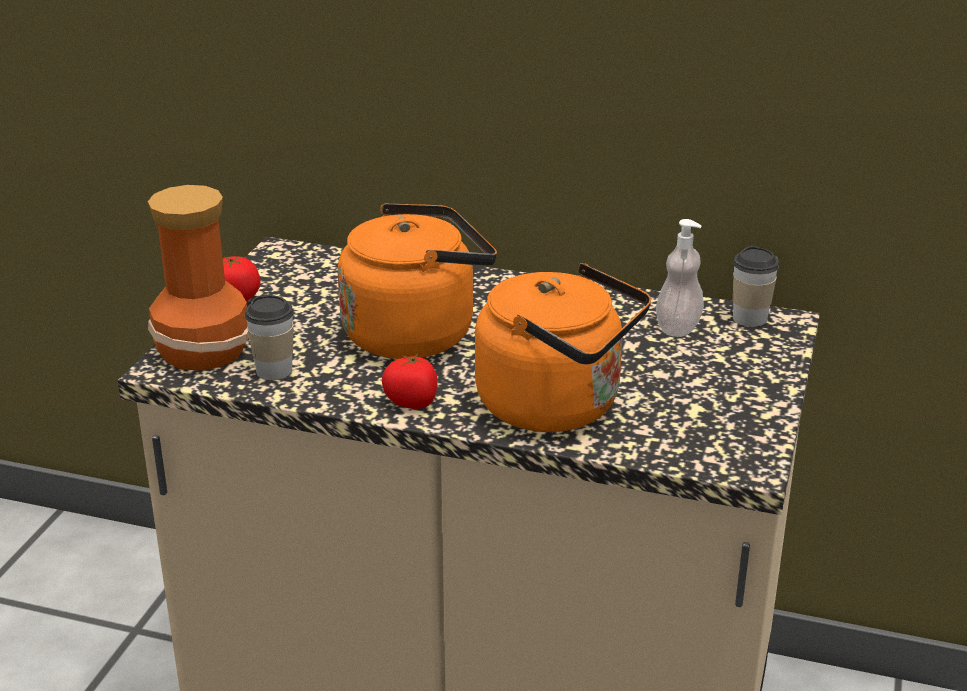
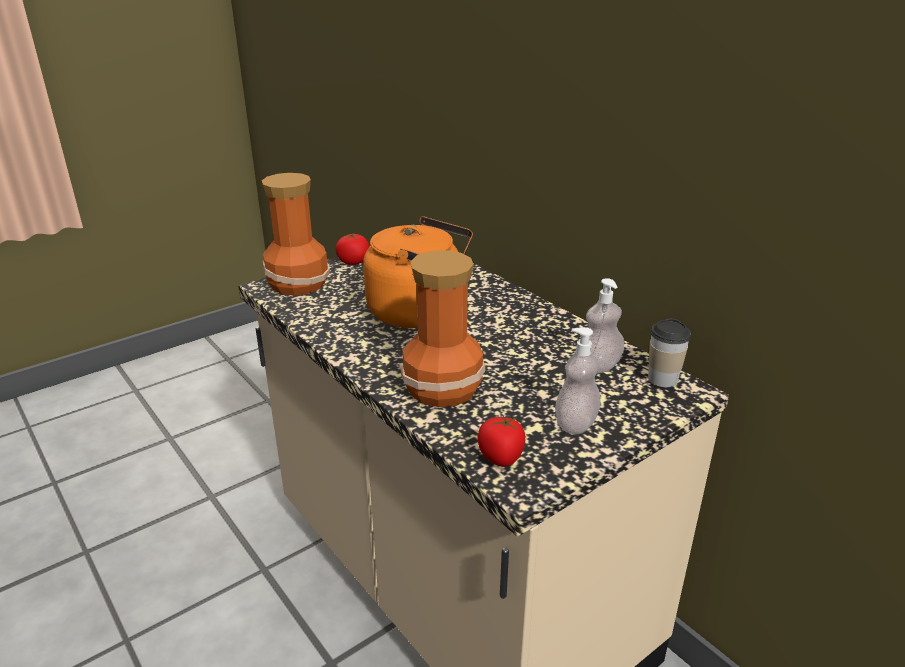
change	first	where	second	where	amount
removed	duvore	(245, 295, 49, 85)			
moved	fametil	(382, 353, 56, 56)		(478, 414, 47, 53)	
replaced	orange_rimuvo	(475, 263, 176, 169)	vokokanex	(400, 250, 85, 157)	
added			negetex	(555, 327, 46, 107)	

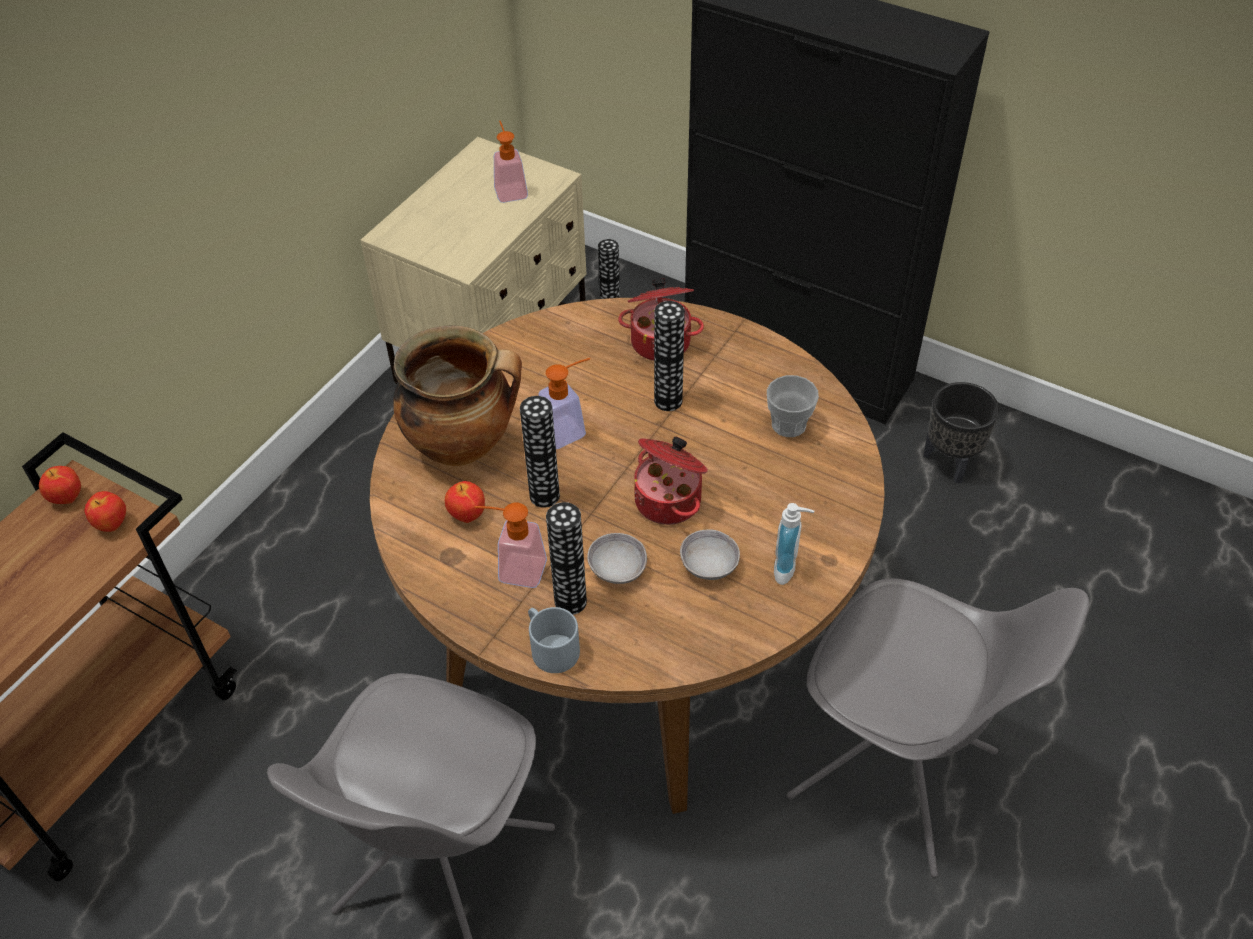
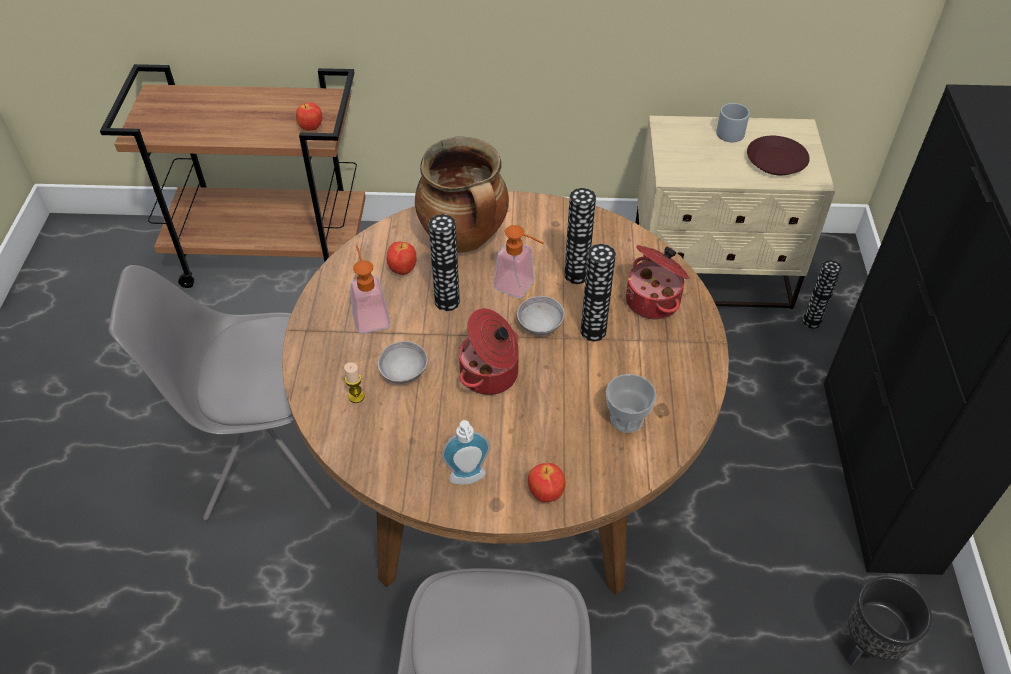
change	first	where	second	where	amount
moved	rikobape	(39, 466, 42, 38)		(528, 463, 38, 39)	
replaced	negetex	(494, 121, 34, 82)	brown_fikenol	(747, 136, 63, 39)	
moved	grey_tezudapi	(528, 607, 52, 66)		(716, 103, 34, 39)	
moved	vokokanex	(546, 502, 41, 113)		(564, 188, 32, 96)	
moved	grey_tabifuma	(680, 529, 60, 51)		(517, 296, 48, 39)	
added			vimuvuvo	(344, 362, 21, 41)	

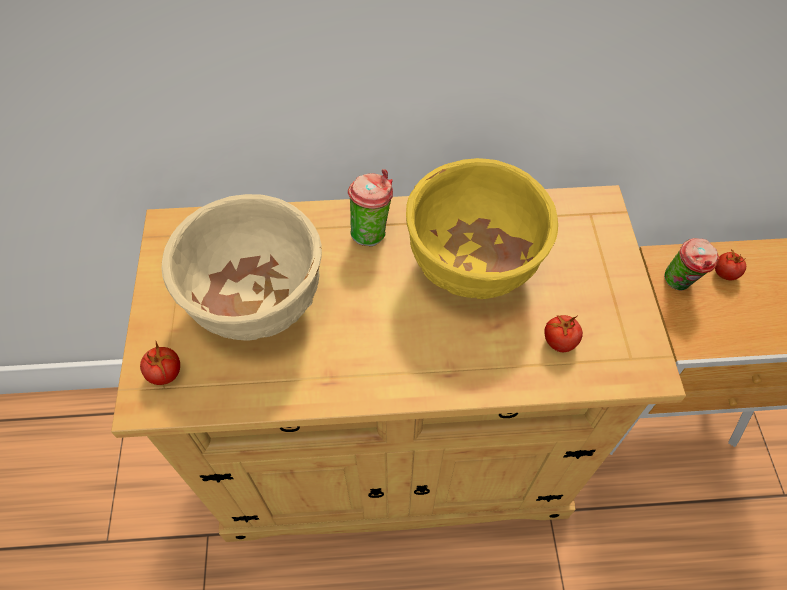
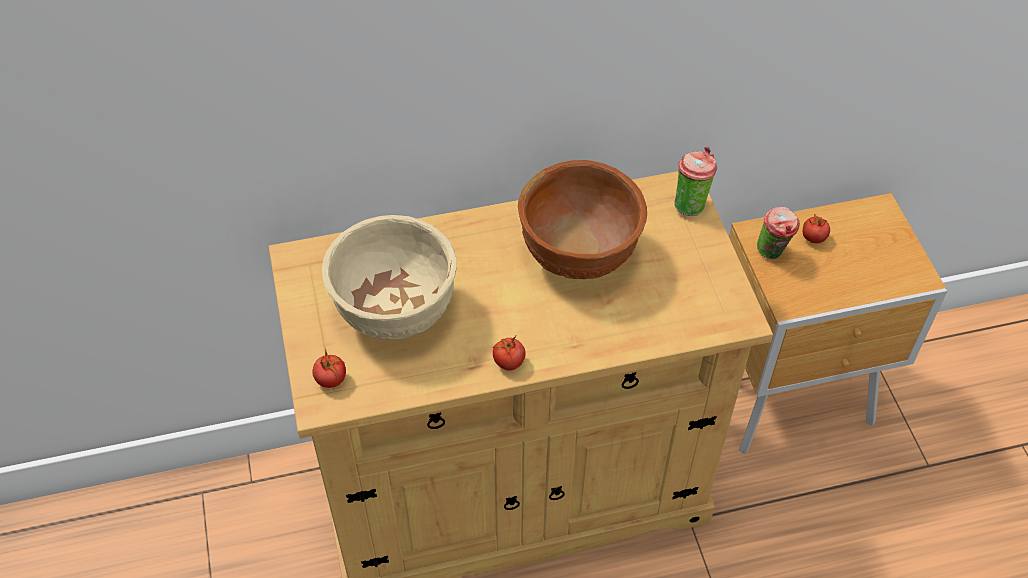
change	first	where	second	where	amount
moved	duvore	(348, 169, 45, 77)		(674, 147, 43, 69)	
recoloured	yellow_tabifuma	(406, 158, 152, 141)	brown_tabifuma	(518, 160, 129, 119)	
moved	fametil	(544, 315, 39, 37)		(493, 336, 33, 35)	

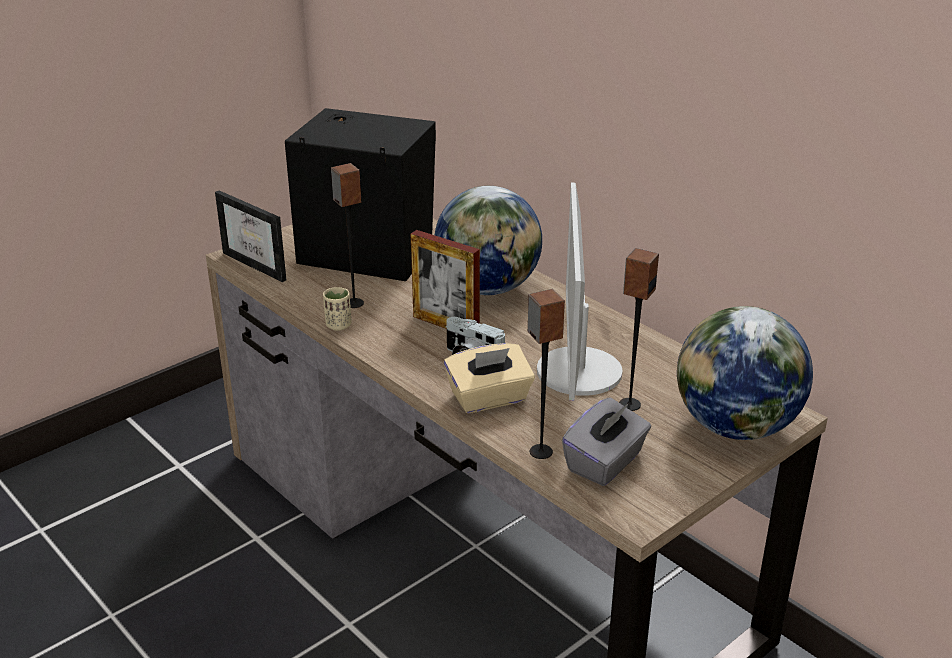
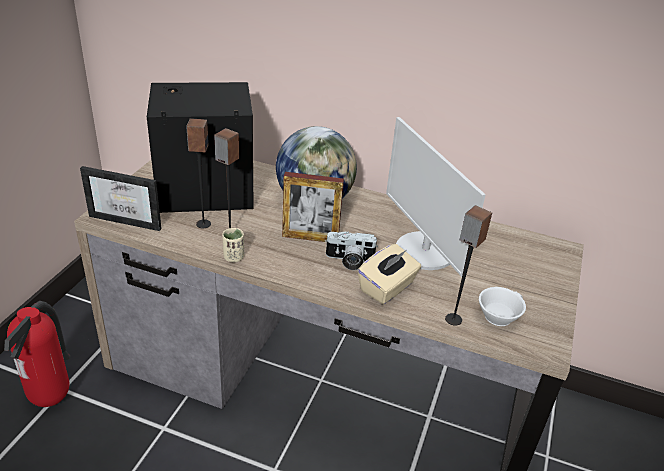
change	first	where	second	where	amount
replaced	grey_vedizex	(562, 397, 89, 89)	white_duvore	(479, 287, 47, 39)	
moved	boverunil	(619, 248, 40, 163)		(186, 118, 25, 110)	
removed	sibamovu	(677, 306, 136, 134)			
added			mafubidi	(4, 301, 66, 106)	

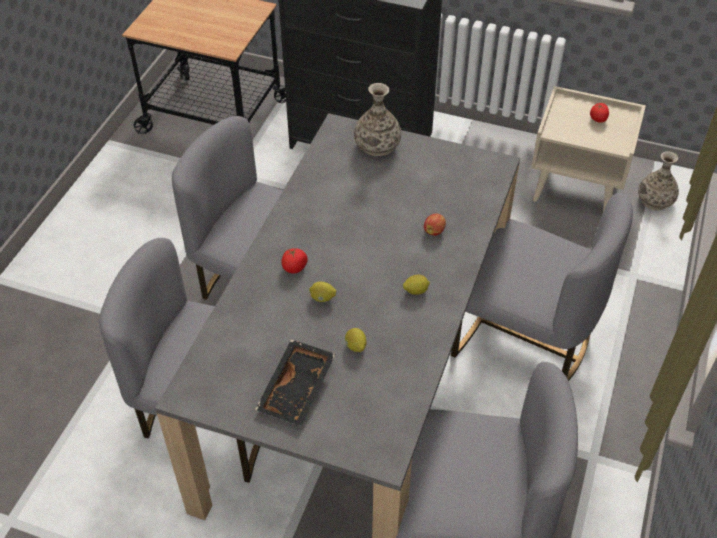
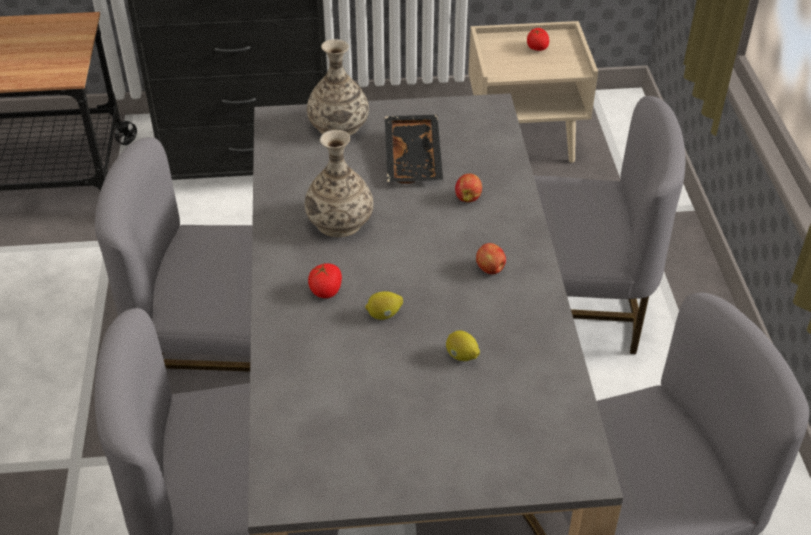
change	first	where	second	where	amount
moved	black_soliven	(255, 339, 80, 87)		(385, 115, 58, 69)	
replaced	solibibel	(403, 275, 27, 20)	rikobape	(476, 243, 30, 32)	
moved	vokokanex	(638, 151, 41, 59)		(305, 130, 68, 107)	

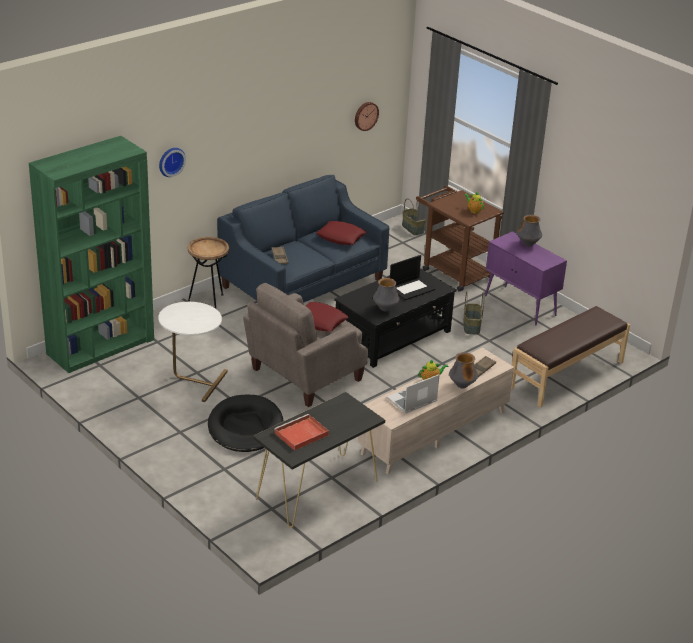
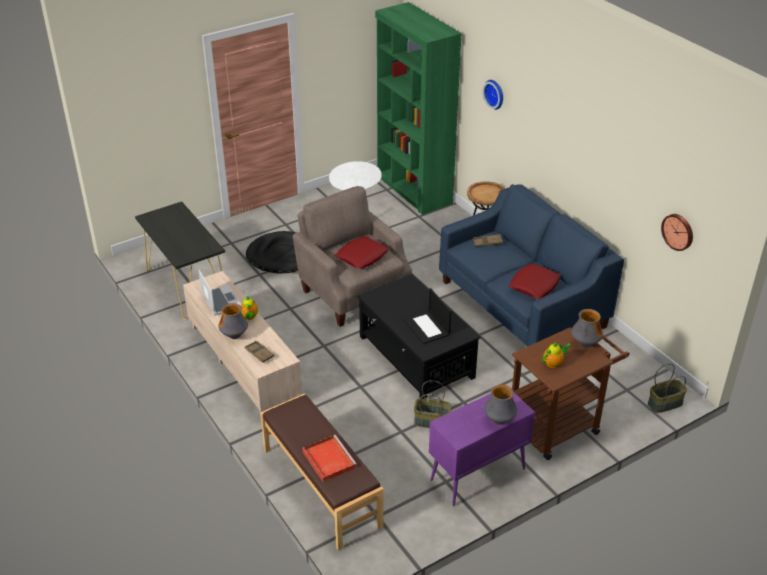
change	first	where	second	where	amount
moved	red_soliven	(274, 414, 55, 37)		(303, 435, 54, 47)	
moved	vokokanex	(373, 278, 26, 34)		(571, 309, 32, 38)	

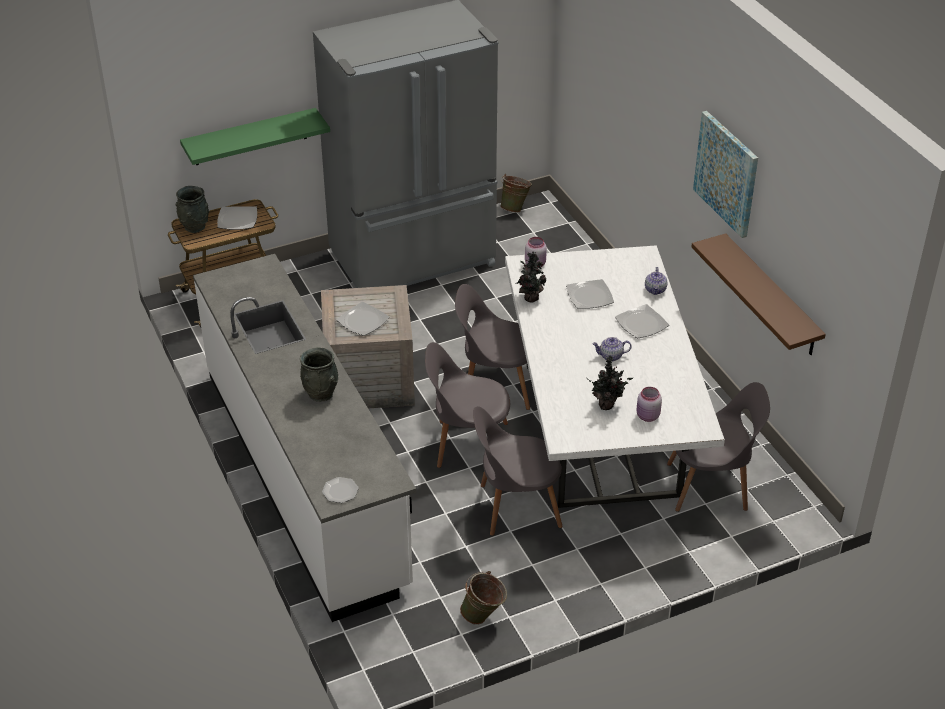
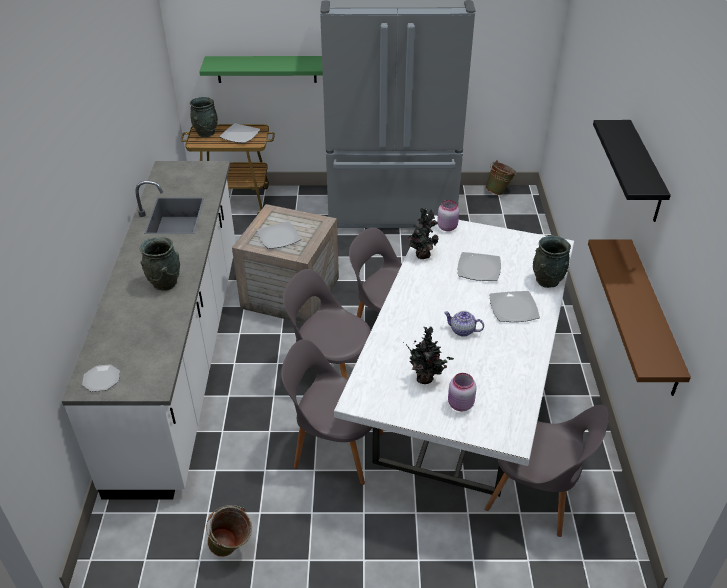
change	first	where	second	where	amount
replaced	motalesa	(645, 267, 22, 28)	grey_vokokanex	(533, 236, 38, 52)	
replaced	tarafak	(693, 111, 65, 127)	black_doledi	(593, 120, 78, 102)	

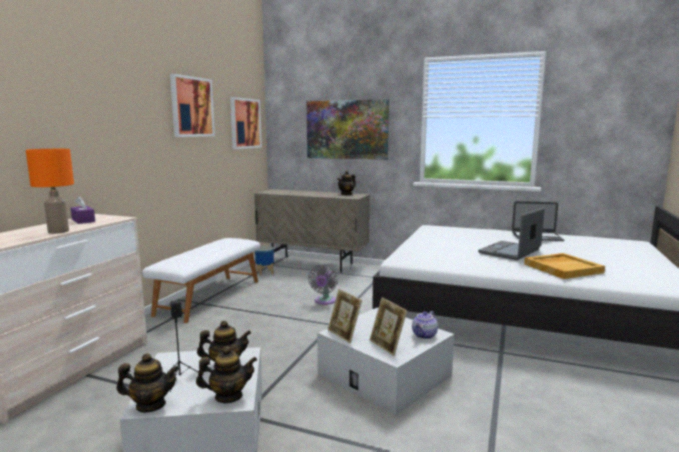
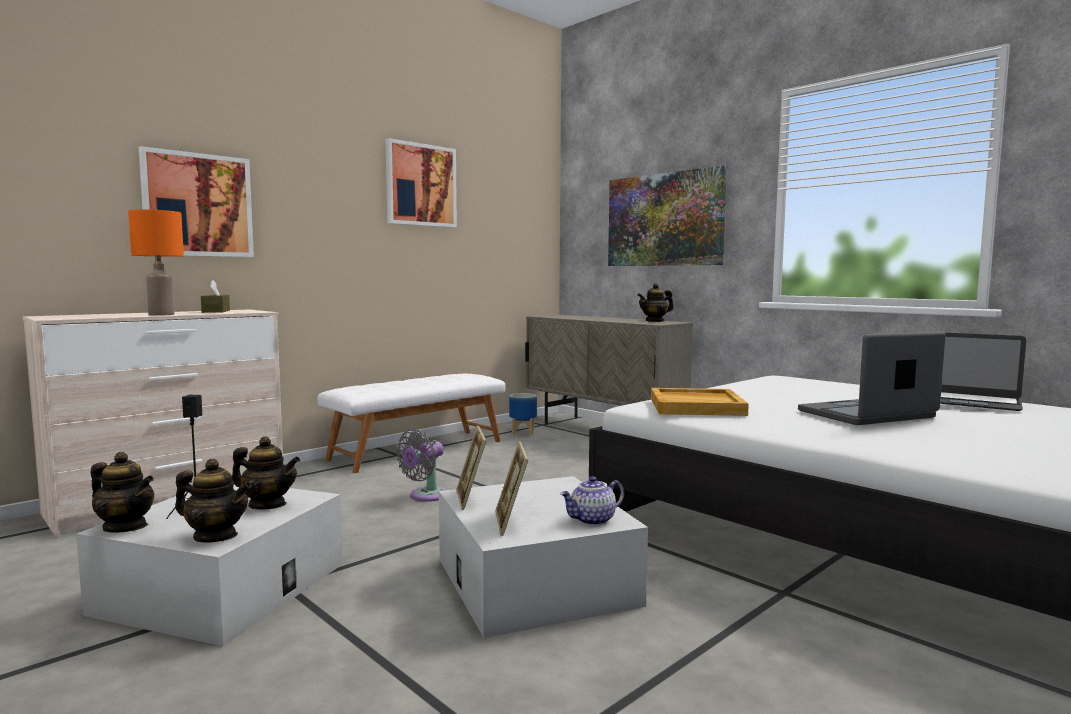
change	first	where	second	where	amount
recoloured	purple_vedizex	(71, 196, 24, 28)	brown_vedizex	(201, 280, 29, 33)	
moved	tarafak	(230, 97, 32, 52)		(138, 146, 116, 111)	
moved	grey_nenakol	(308, 265, 29, 40)		(396, 429, 51, 73)	
moved	beige_soliven	(524, 253, 81, 26)		(651, 388, 98, 28)	

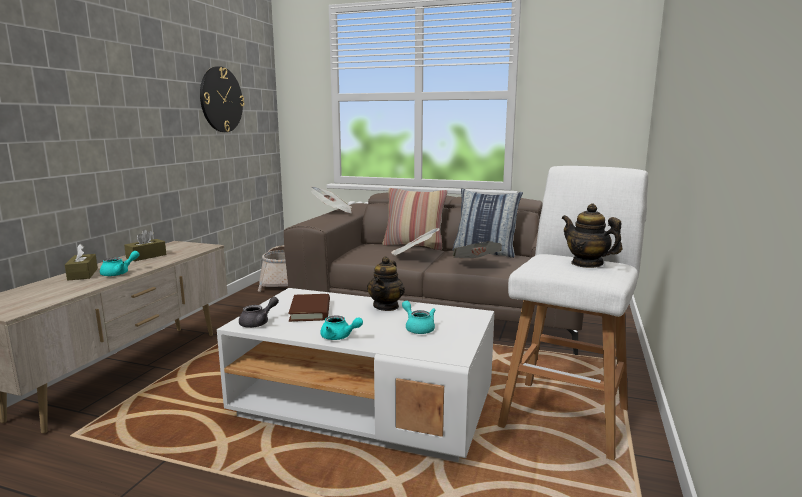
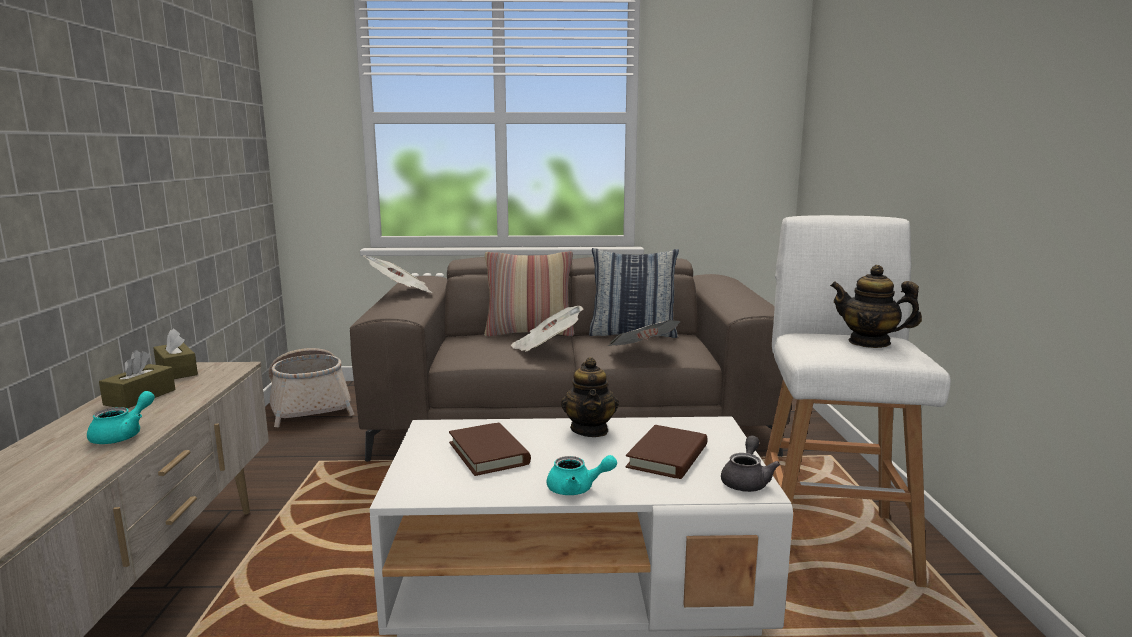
change	first	where	second	where	amount
moved	brown_vedizex	(65, 244, 33, 36)		(153, 329, 45, 50)	
removed	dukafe	(200, 66, 44, 66)			
moved	grey_motalesa	(239, 297, 40, 31)		(721, 435, 59, 57)	
replaced	turquoise_motalesa	(402, 301, 33, 33)	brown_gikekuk	(626, 425, 82, 54)	

